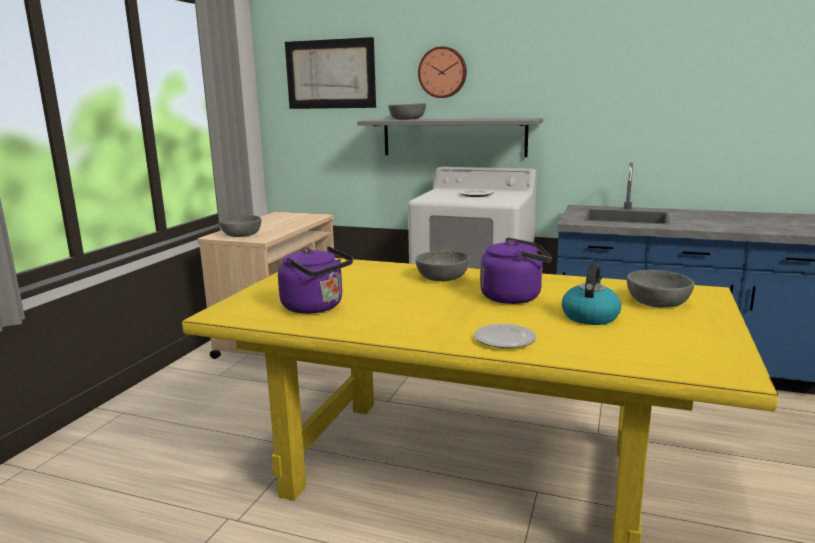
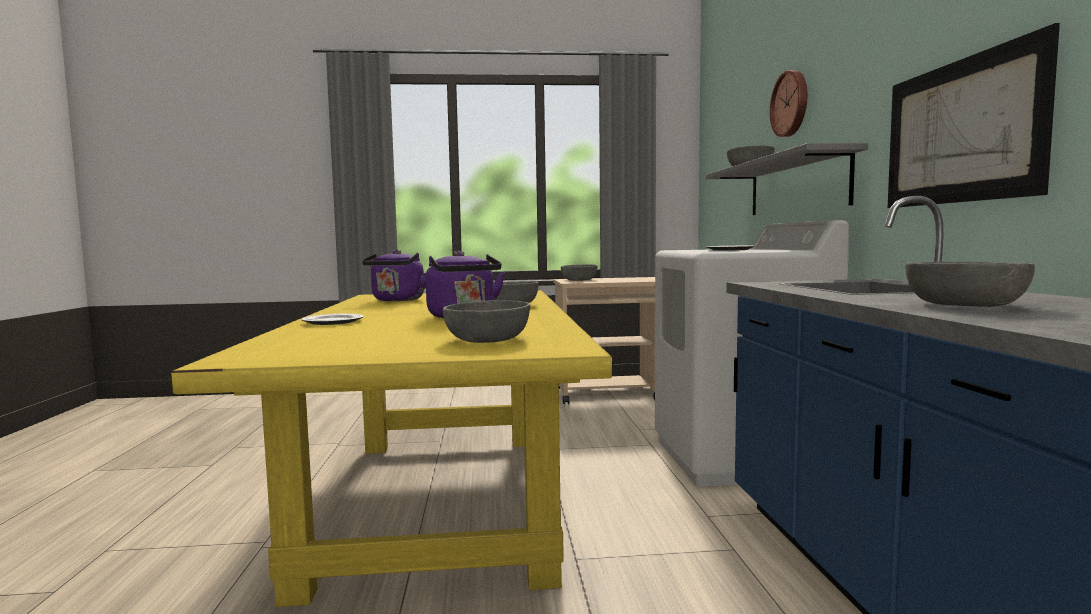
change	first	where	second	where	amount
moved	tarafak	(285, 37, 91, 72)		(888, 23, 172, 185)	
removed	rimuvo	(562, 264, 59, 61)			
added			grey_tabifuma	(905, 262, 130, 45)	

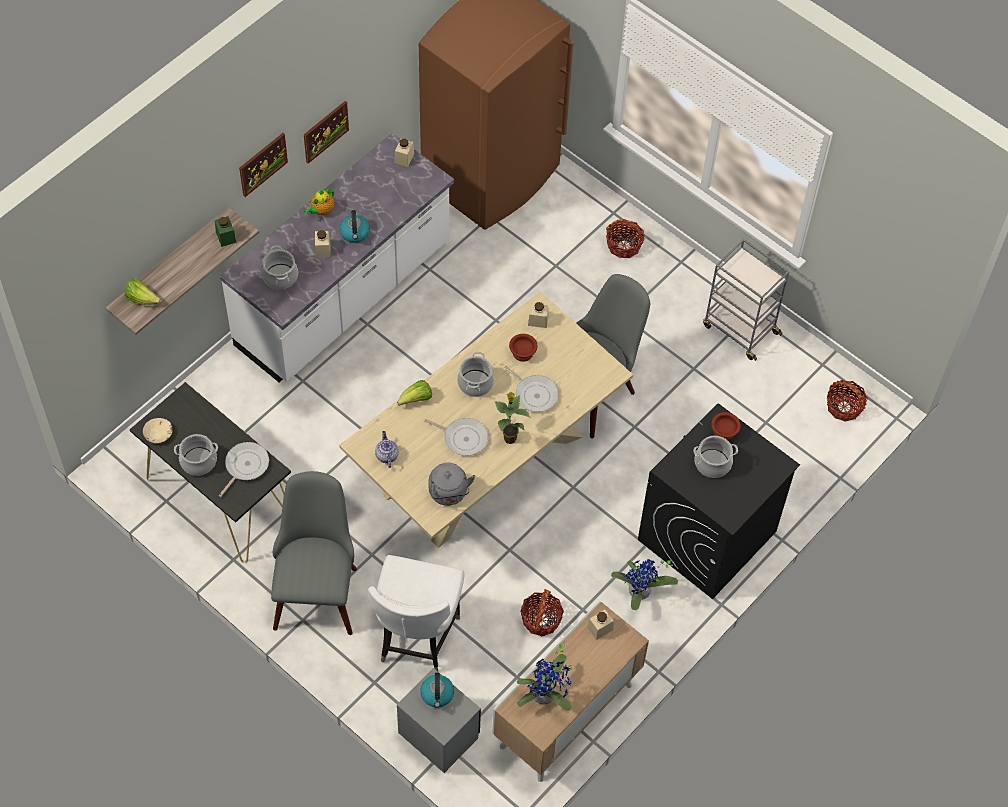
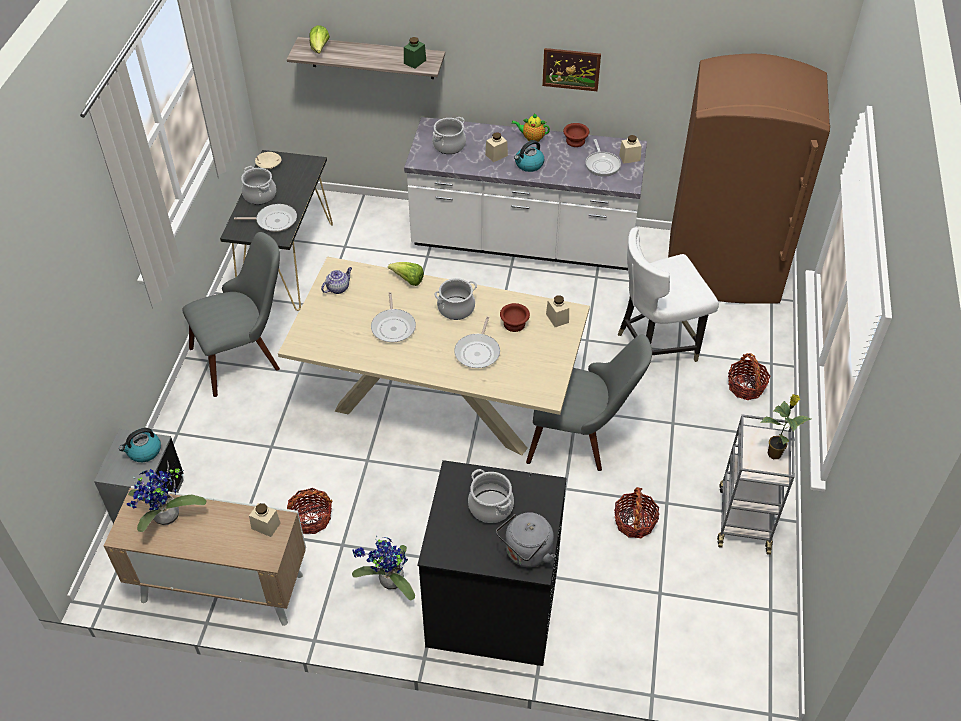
change	first	where	second	where	amount
removed	tarafak	(239, 133, 49, 64)			
moved	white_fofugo	(368, 555, 97, 116)		(618, 227, 101, 135)	
moved	grey_rimuvo	(428, 462, 47, 44)		(496, 512, 59, 56)	
moved	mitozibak	(495, 392, 35, 52)		(760, 394, 51, 65)	
moved	brown_tabifuma	(711, 412, 30, 29)		(563, 123, 26, 24)	
moved	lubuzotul	(827, 380, 41, 42)		(614, 487, 45, 51)	
added			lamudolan	(586, 139, 35, 38)	

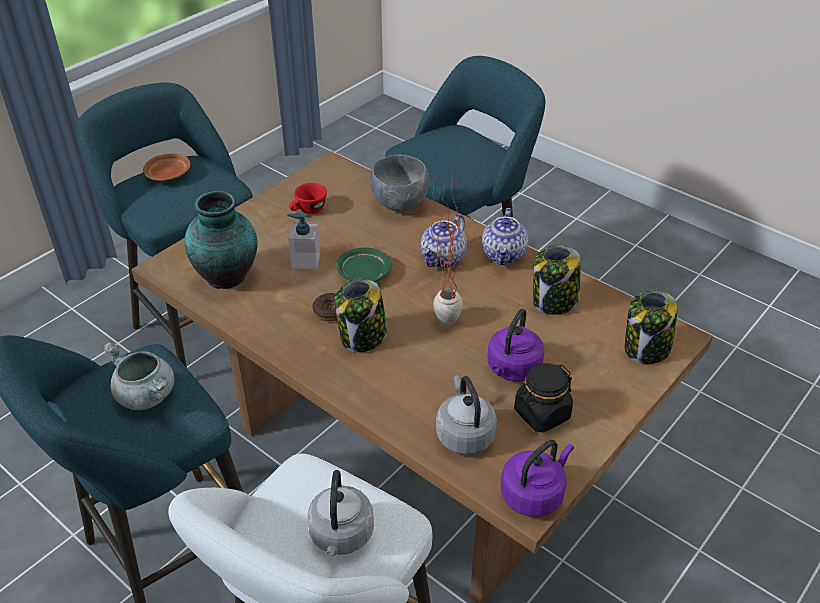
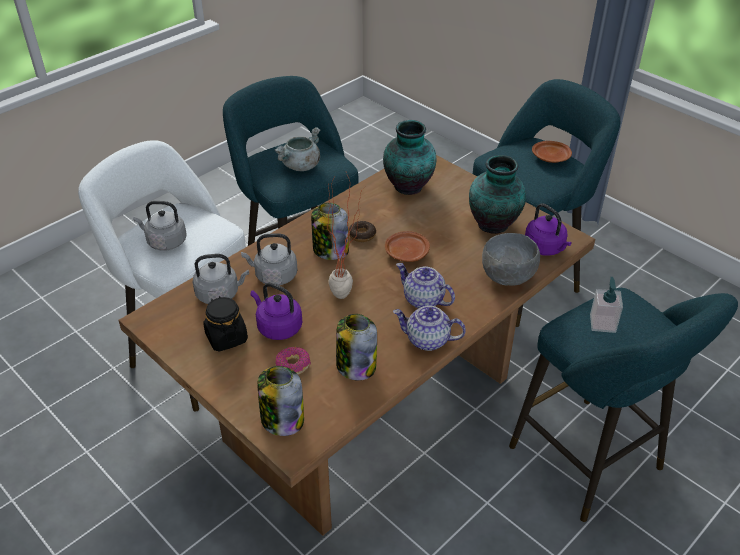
change	first	where	second	where	amount
moved	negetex	(287, 213, 33, 56)		(590, 277, 33, 56)	
replaced	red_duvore	(289, 183, 38, 31)	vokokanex	(469, 155, 57, 79)	
recoloured	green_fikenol	(336, 248, 56, 34)	brown_fikenol	(385, 231, 45, 31)	
moved	purple_rimuvo	(501, 440, 73, 77)		(525, 203, 47, 53)	
added			grey_rimuvo	(241, 233, 57, 52)	
added			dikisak	(275, 347, 36, 28)	

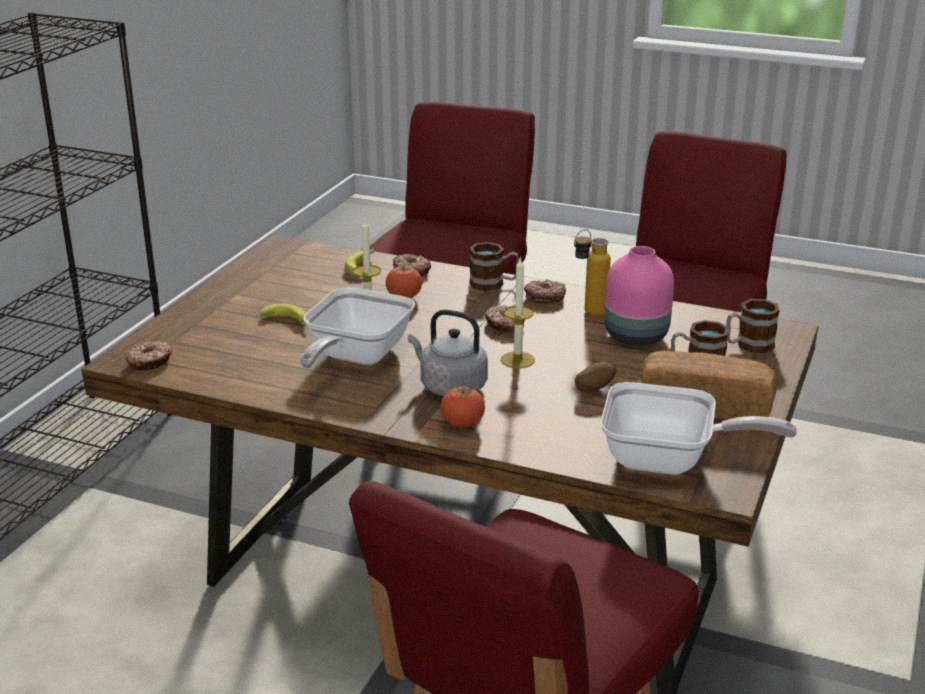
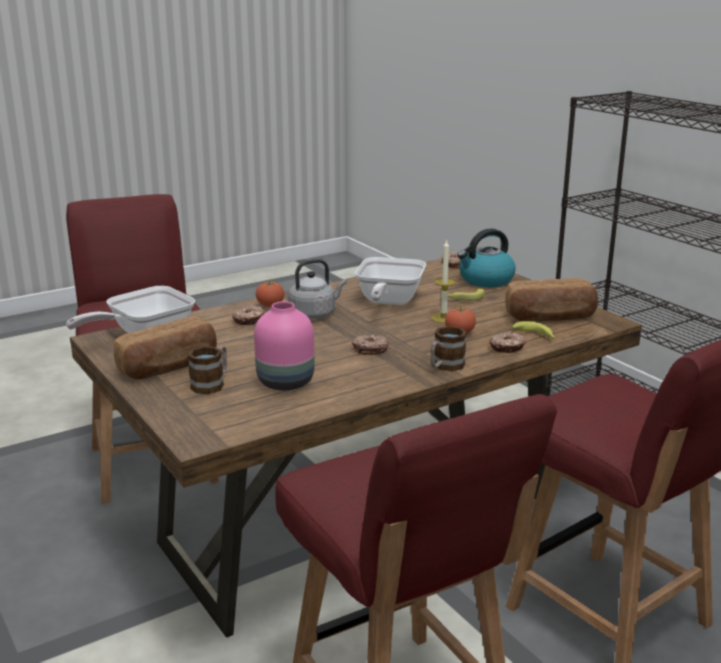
change	first	where	second	where	amount
turned	lamudolan	(300, 287, 115, 82)		(355, 257, 71, 48)	135 degrees counterclockwise
removed	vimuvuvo	(501, 258, 34, 111)			
moved	dikisak	(524, 279, 42, 24)		(232, 306, 33, 19)	
removed	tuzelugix	(574, 229, 37, 87)			
removed	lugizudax	(575, 362, 41, 30)			
removed	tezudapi	(726, 299, 54, 54)			
added			rimuvo	(457, 229, 58, 58)	
added			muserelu	(505, 278, 93, 43)	

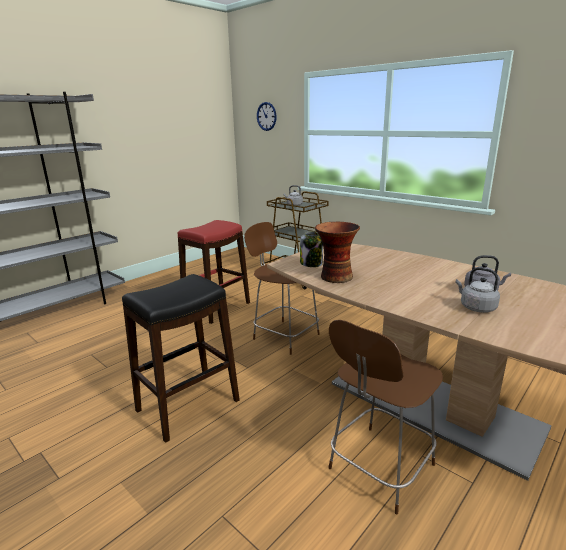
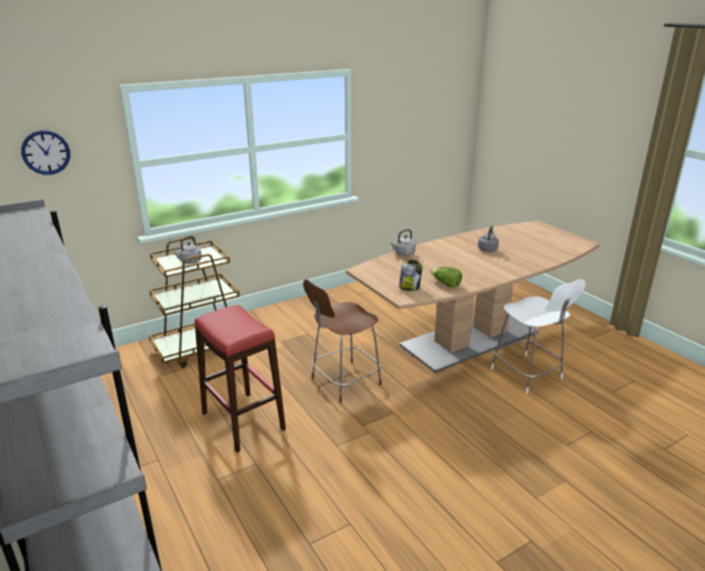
change	first	where	second	where	amount
removed	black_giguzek	(122, 274, 118, 169)			
replaced	vokokanex	(315, 222, 45, 61)	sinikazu	(431, 267, 31, 21)	
recoloured	brown_fofugo	(329, 320, 114, 195)	white_fofugo	(491, 279, 95, 115)	
moved	grey_rimuvo	(456, 267, 44, 46)		(391, 229, 25, 27)	

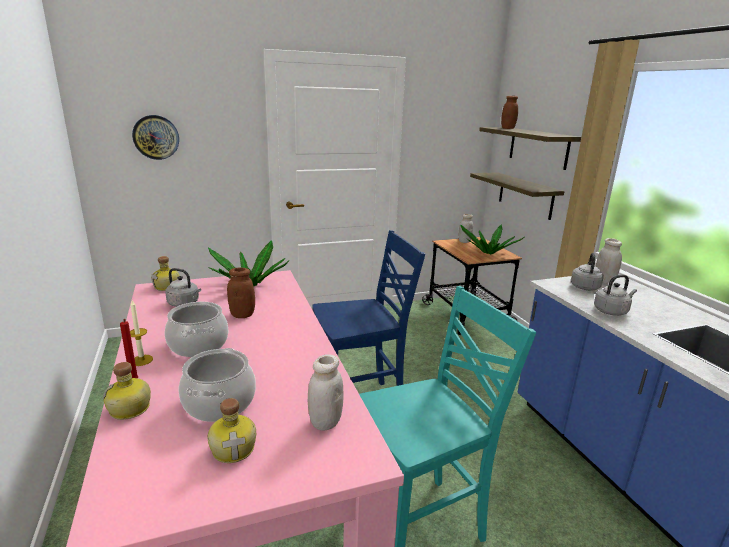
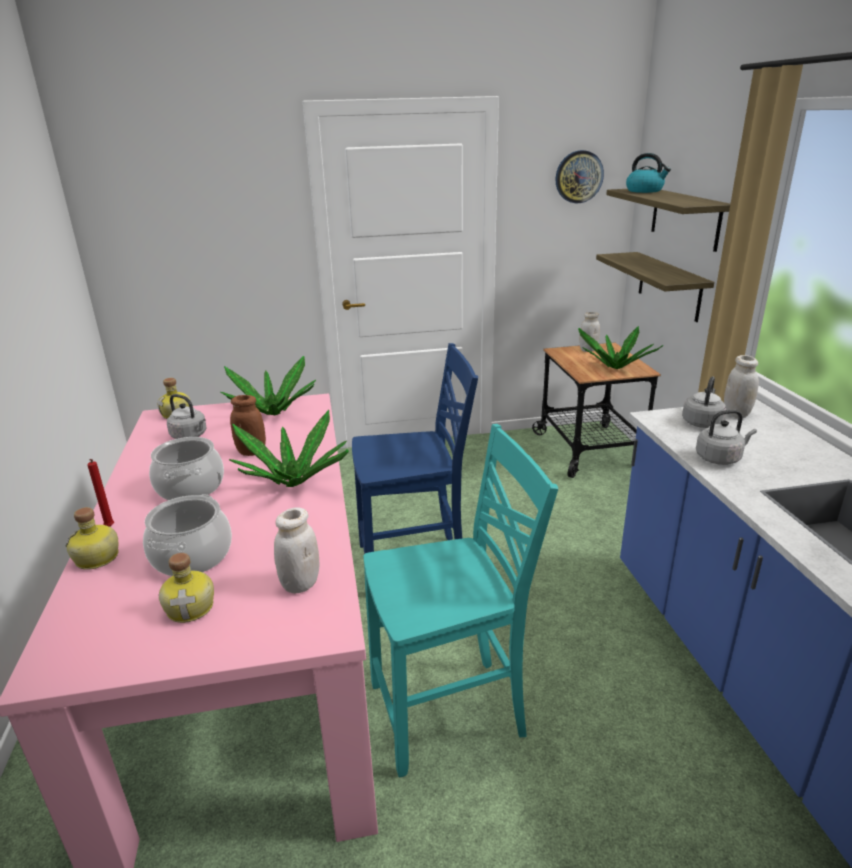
change	first	where	second	where	amount
removed	vimuvuvo	(130, 300, 23, 66)			
moved	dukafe	(132, 115, 47, 45)		(556, 150, 48, 53)	
replaced	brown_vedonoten	(501, 96, 17, 33)	rimuvo	(626, 153, 45, 40)	
added			mitozibak	(229, 410, 120, 77)	

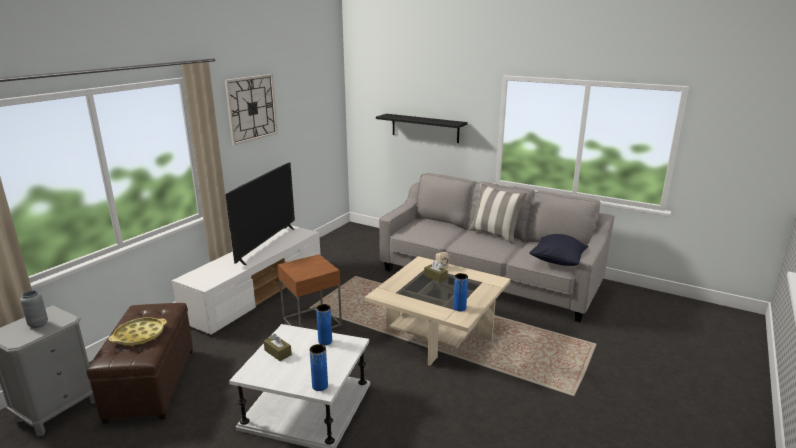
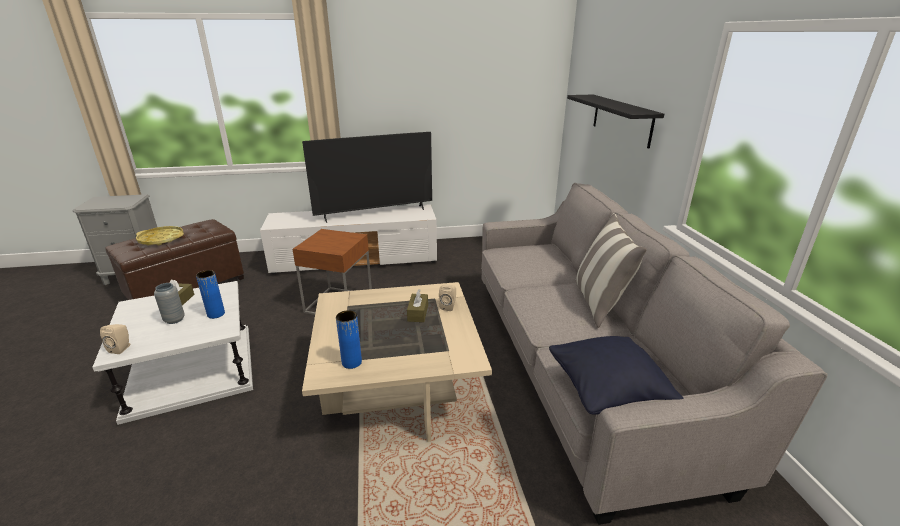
change	first	where	second	where	amount
moved	grey_vokokanex	(20, 290, 28, 38)		(154, 283, 31, 41)	
removed	dukafe	(225, 74, 53, 71)			
replaced	blue_vokokanex	(310, 344, 18, 47)	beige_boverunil	(100, 324, 31, 30)	

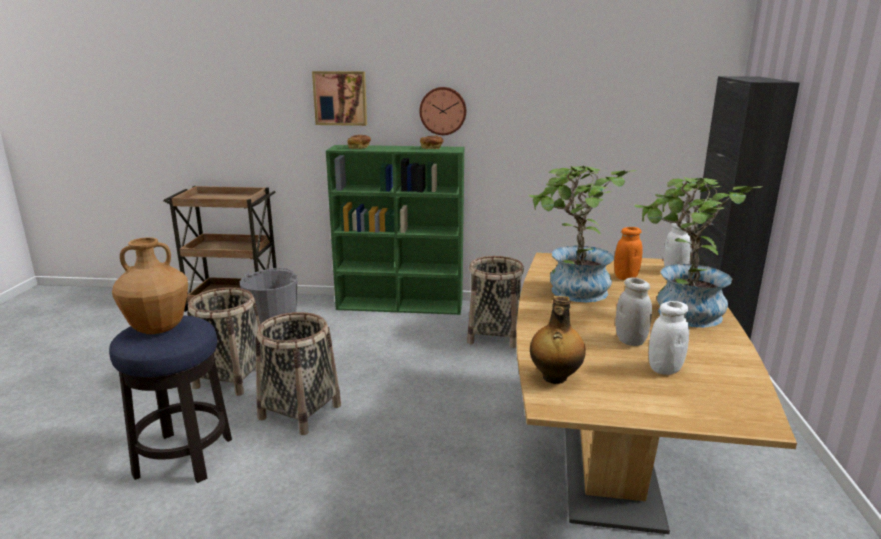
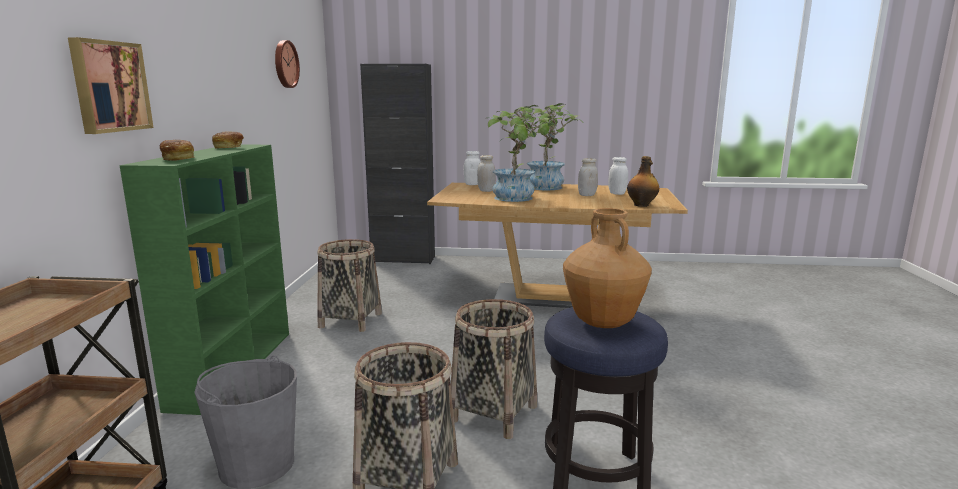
change	first	where	second	where	amount
moved	dukafe	(419, 87, 47, 48)		(275, 40, 25, 48)	
recoloured	orange_vedonoten	(614, 227, 28, 53)	white_vedonoten	(477, 155, 19, 37)	

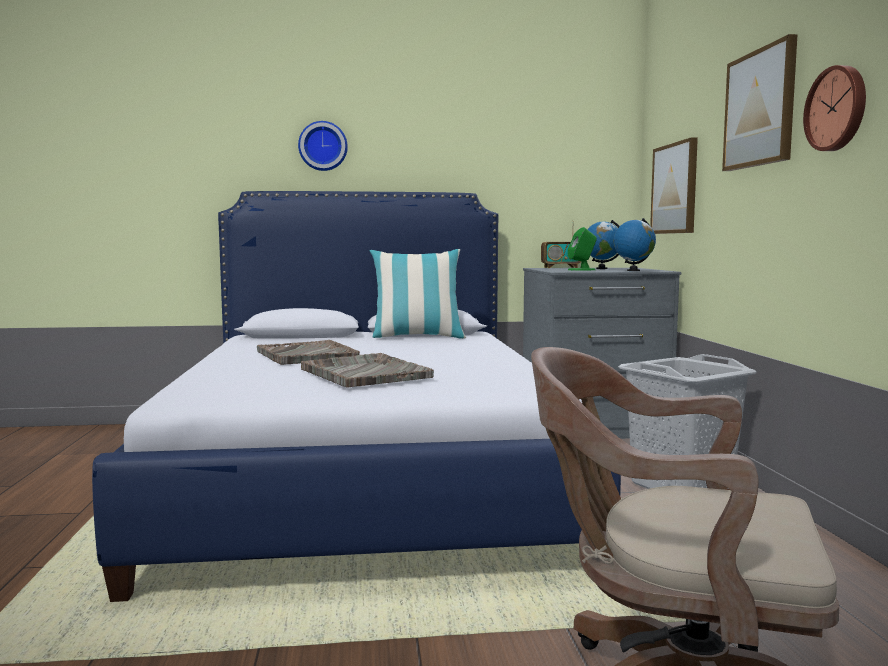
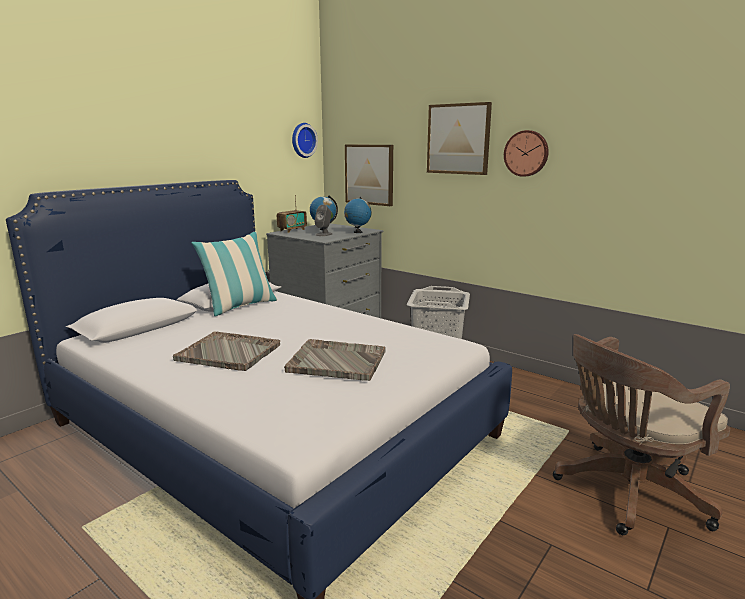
change	first	where	second	where	amount
moved	dukafe	(298, 121, 50, 50)		(292, 123, 26, 35)	
recoloured	green_boverunil	(568, 227, 29, 44)	grey_boverunil	(315, 205, 17, 31)	

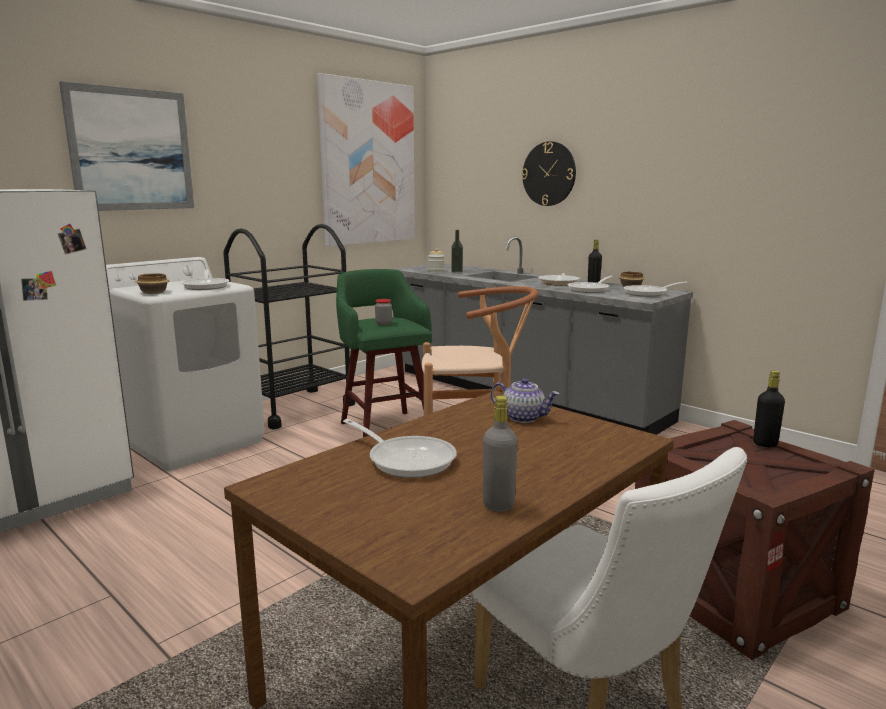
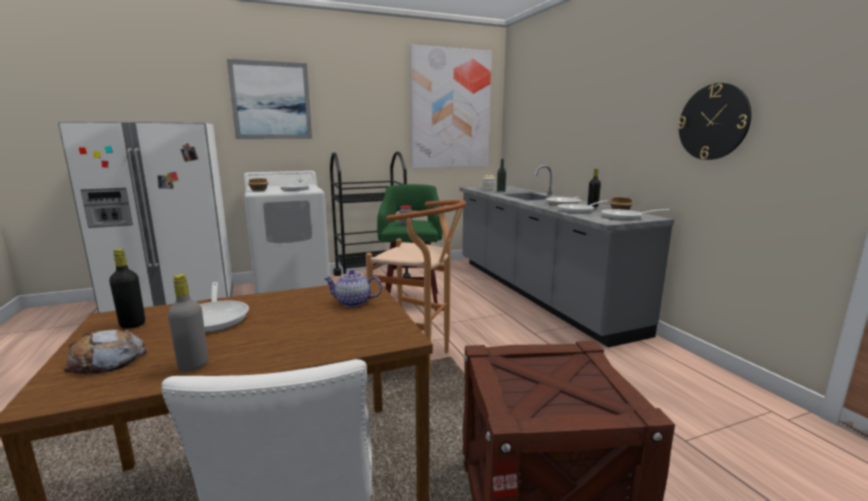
change	first	where	second	where	amount
turned	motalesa	(490, 378, 69, 45)		(323, 269, 59, 38)	135 degrees clockwise
moved	dukafe	(522, 141, 54, 65)		(678, 83, 74, 77)	
moved	black_tuzelugix	(753, 371, 32, 76)		(109, 248, 36, 81)	
added			muserelu	(64, 329, 83, 45)	

